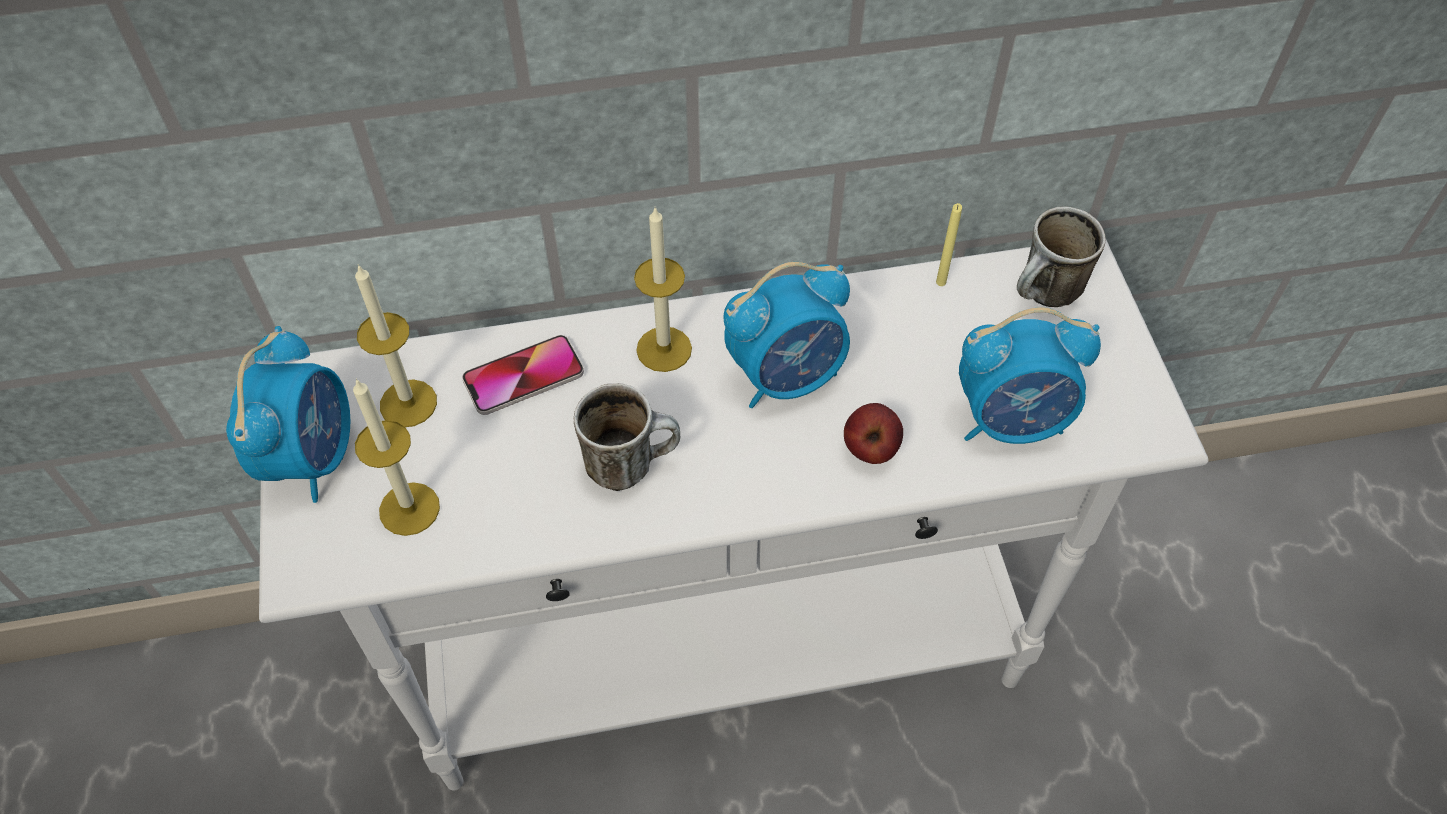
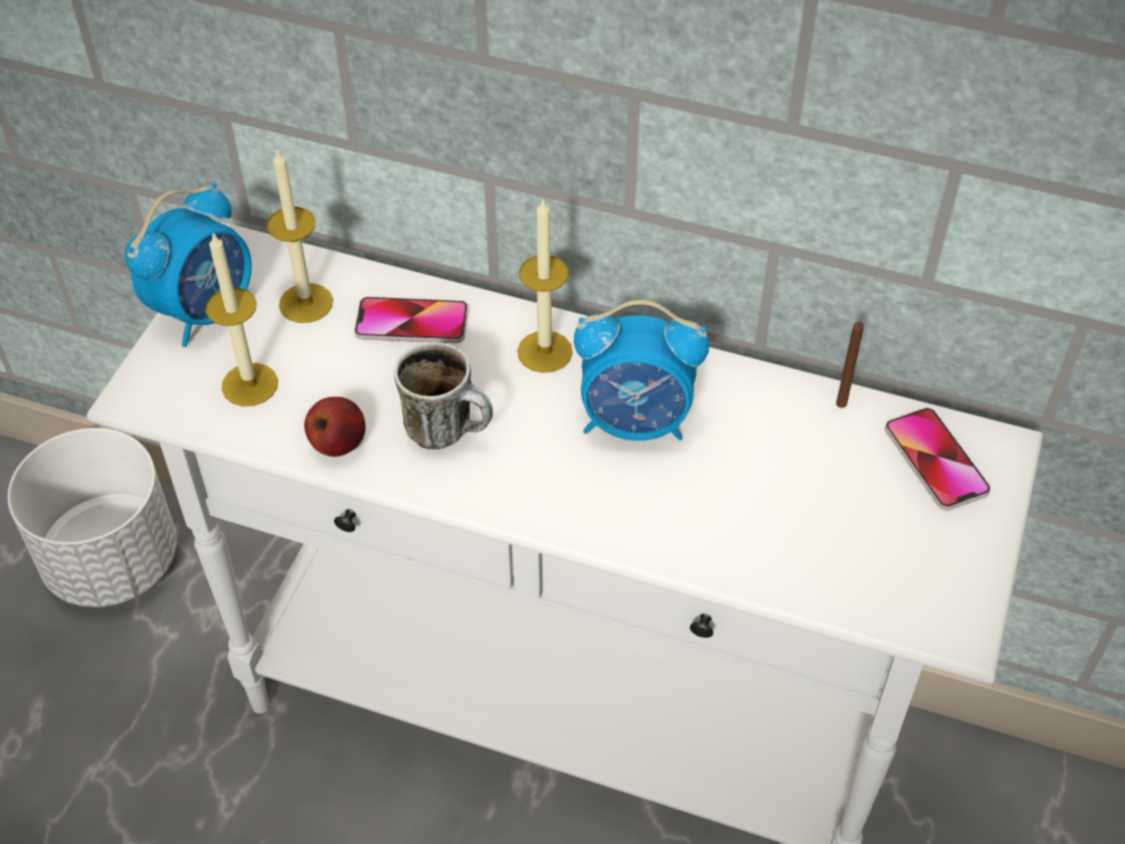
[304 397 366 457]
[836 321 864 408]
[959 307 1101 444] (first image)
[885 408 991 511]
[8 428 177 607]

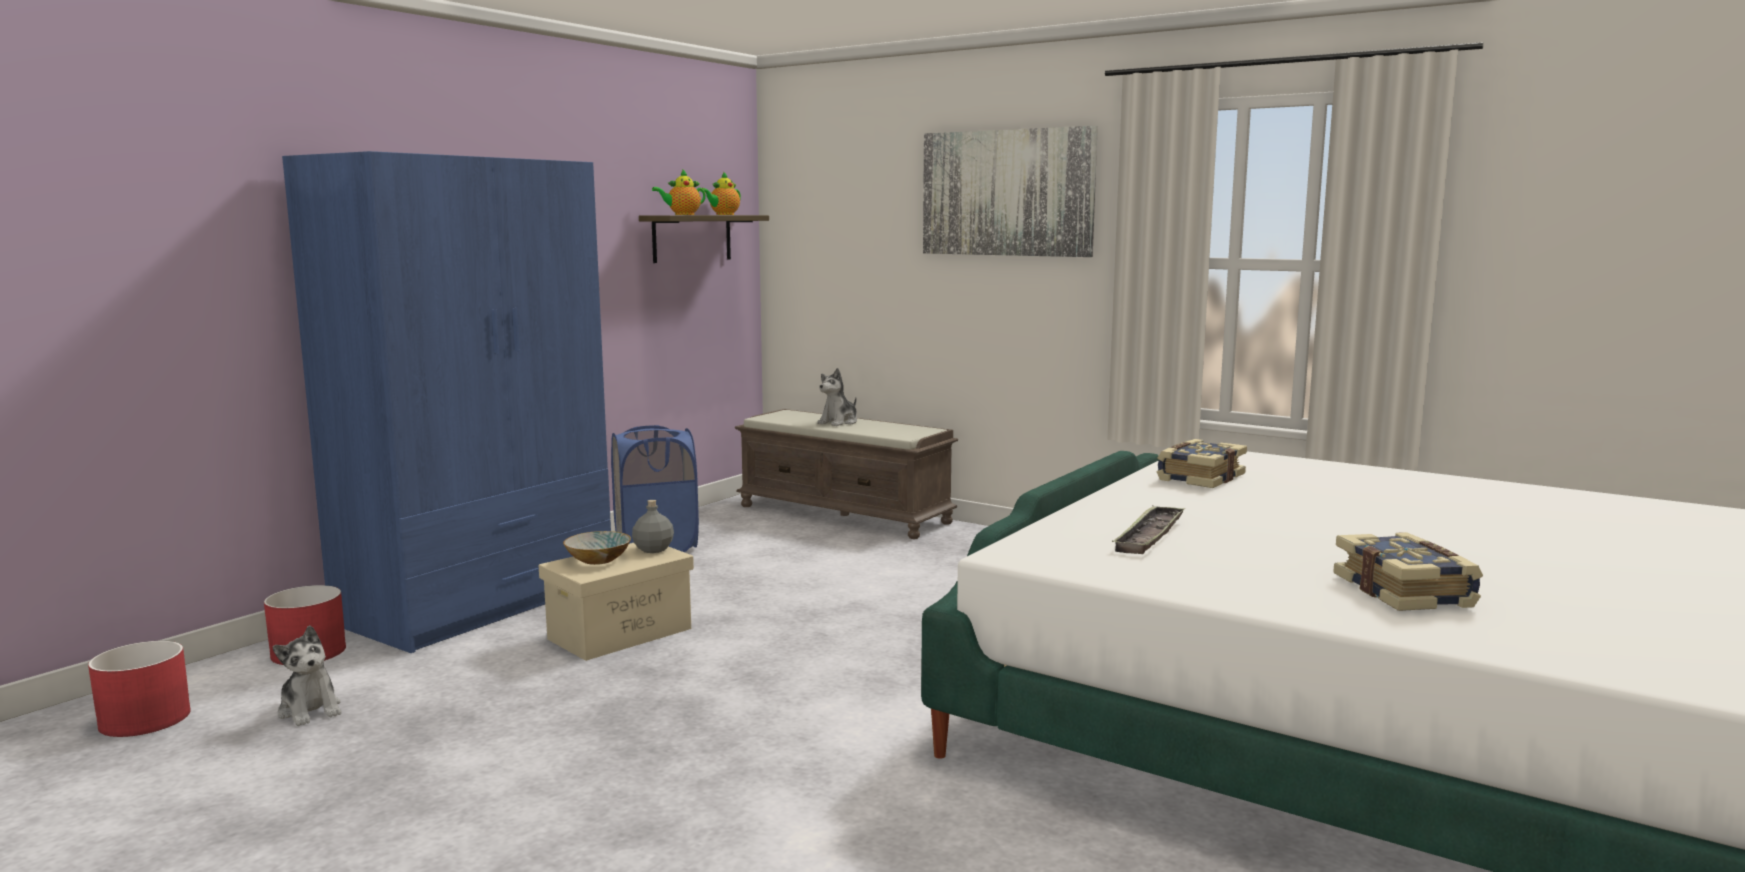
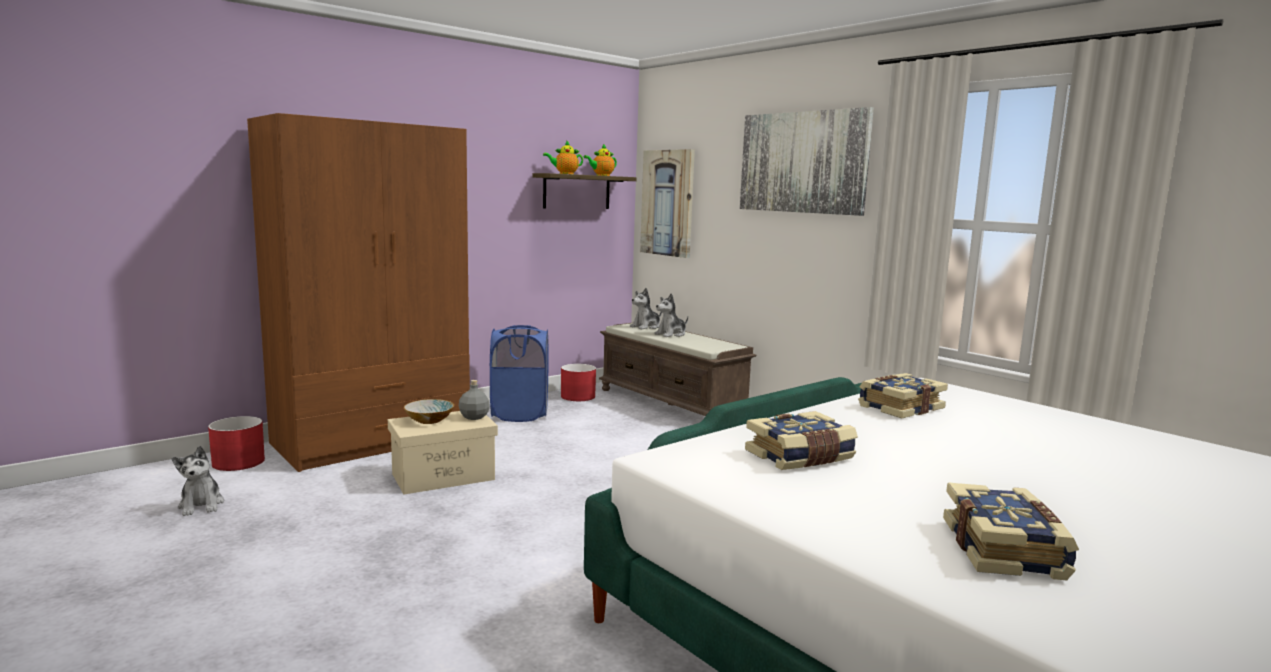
[561 364 596 401]
[247 113 470 472]
[745 411 858 470]
[630 288 662 330]
[640 149 695 258]

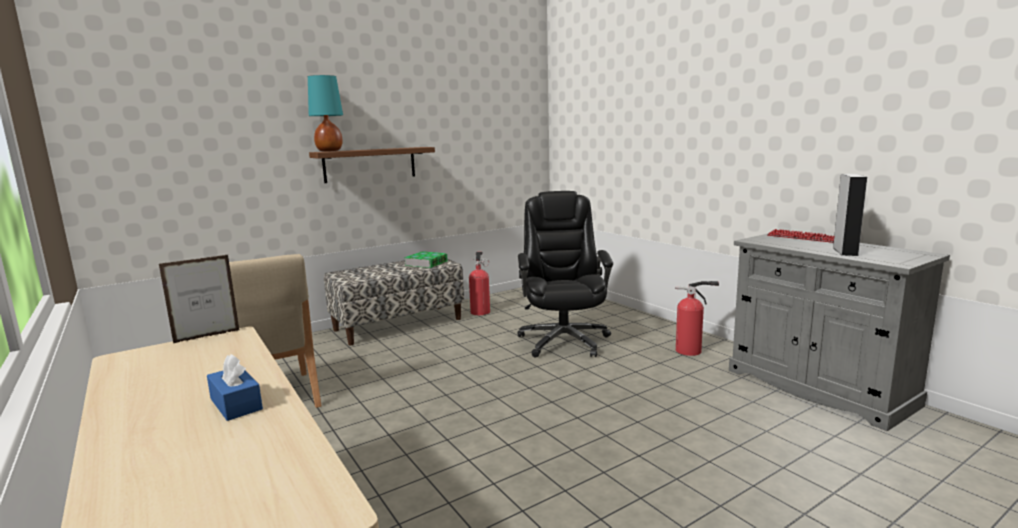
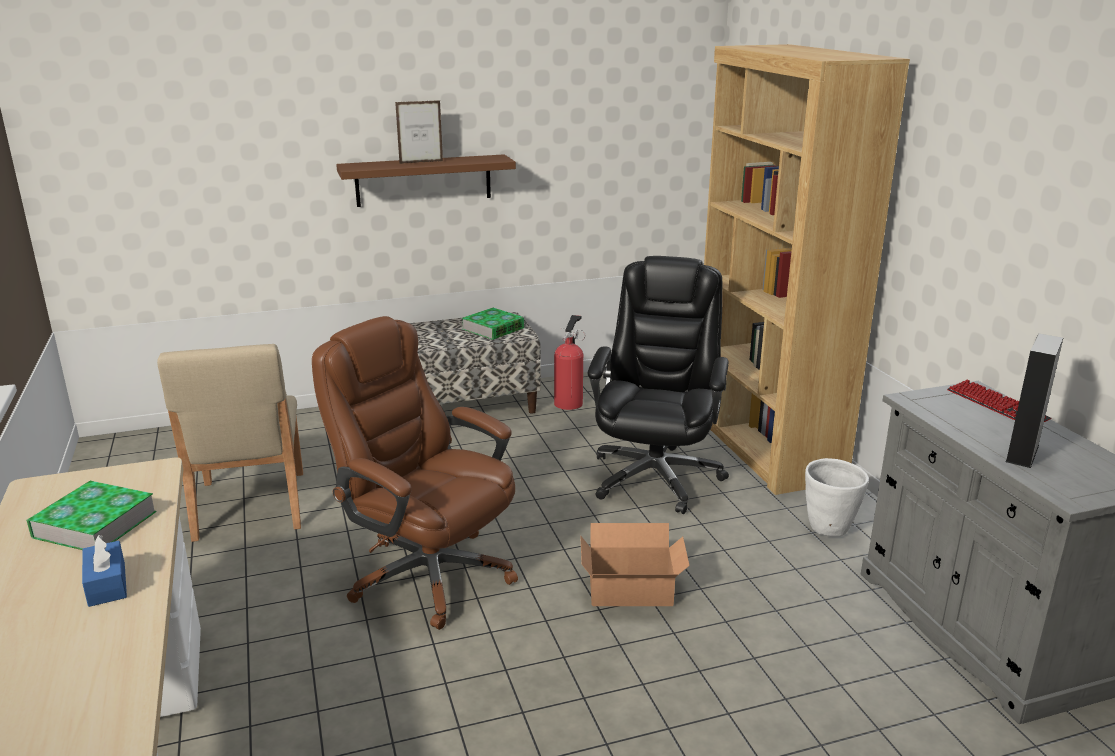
[395 100 443 164]
[308 75 343 152] (first image)
[805 458 869 537]
[26 481 157 550]
[312 316 518 630]
[580 523 690 606]
[704 44 910 495]

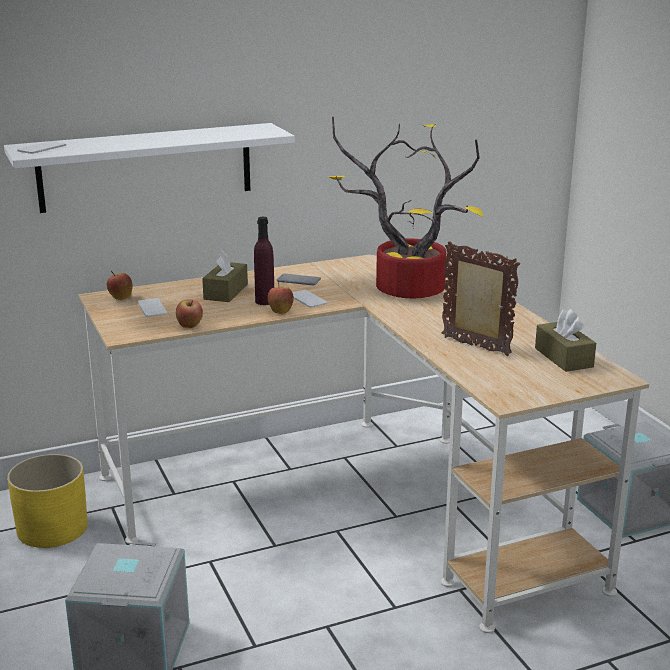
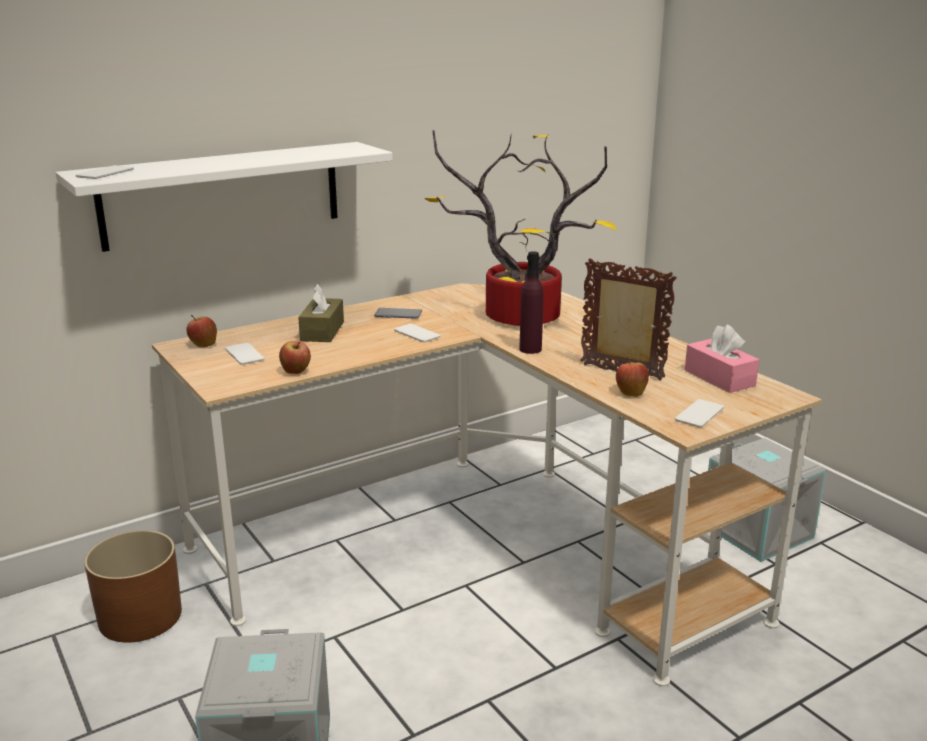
[84 530 182 643]
[519 251 543 354]
[616 356 649 397]
[685 324 759 393]
[675 399 724 427]

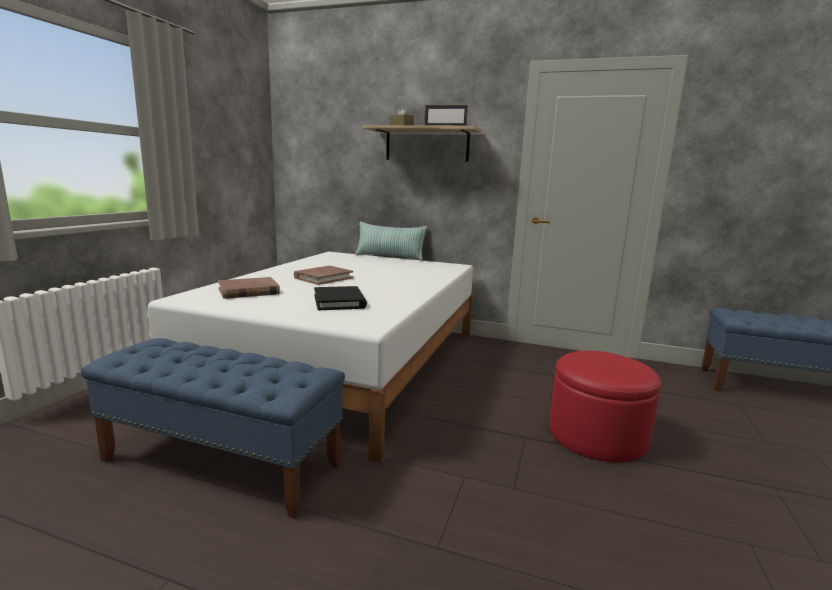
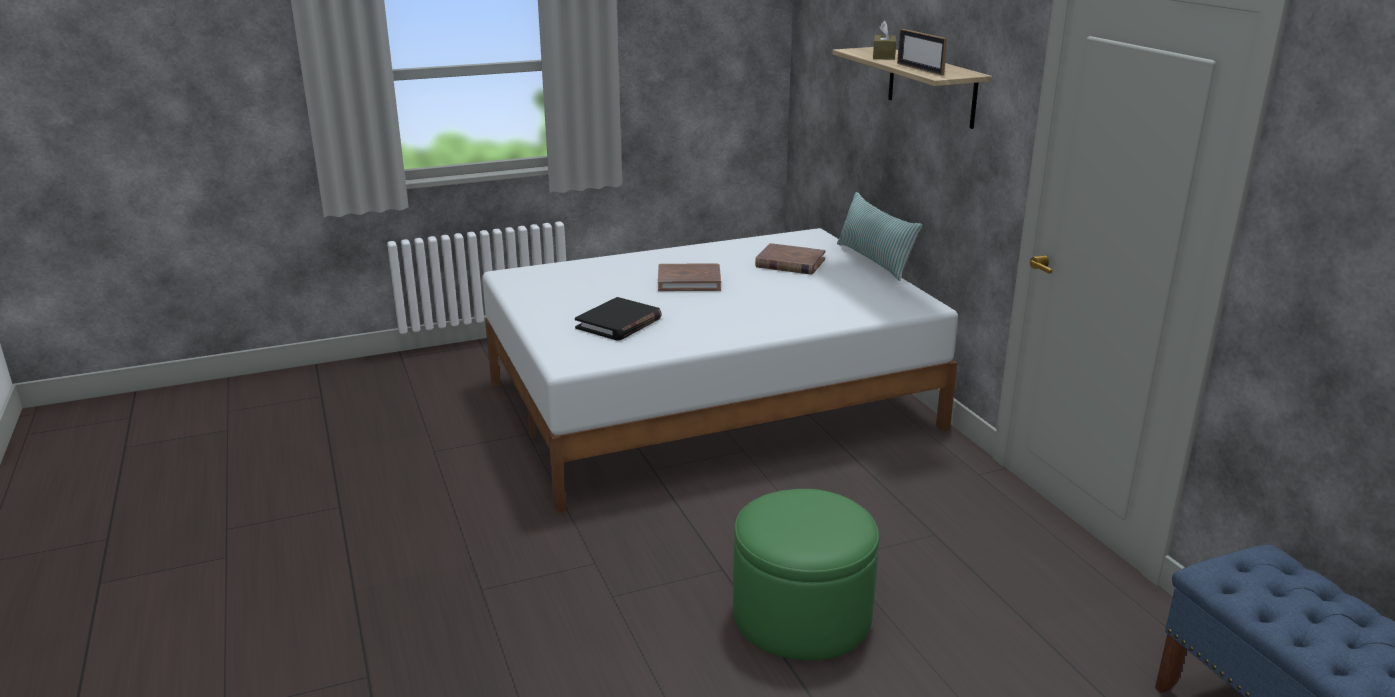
[81 338 345 519] (first image)
[755 243 826 275]
[733 489 879 660]

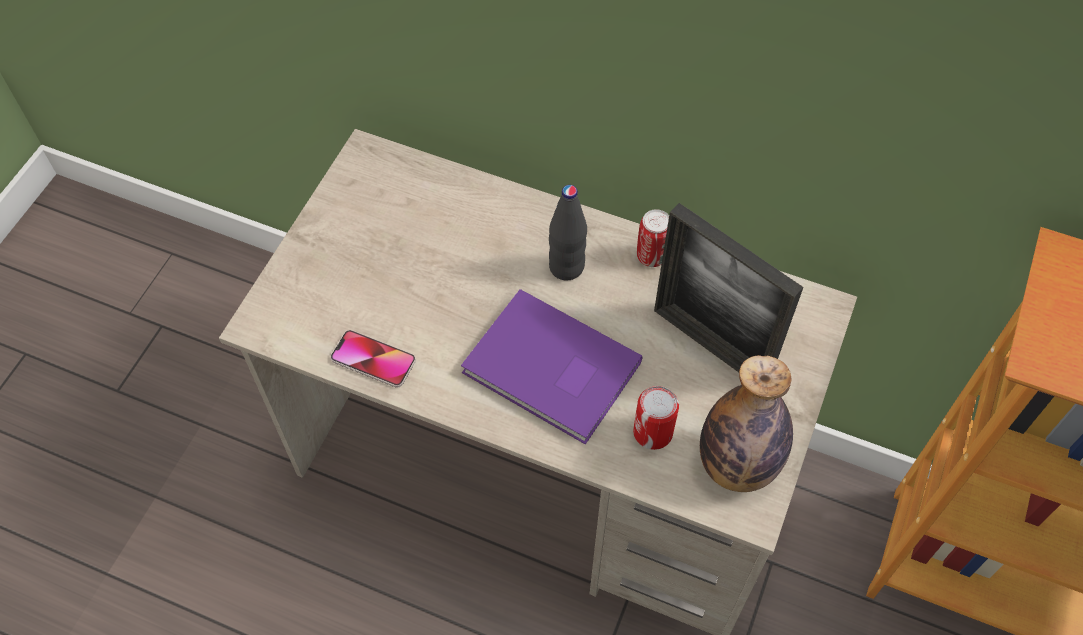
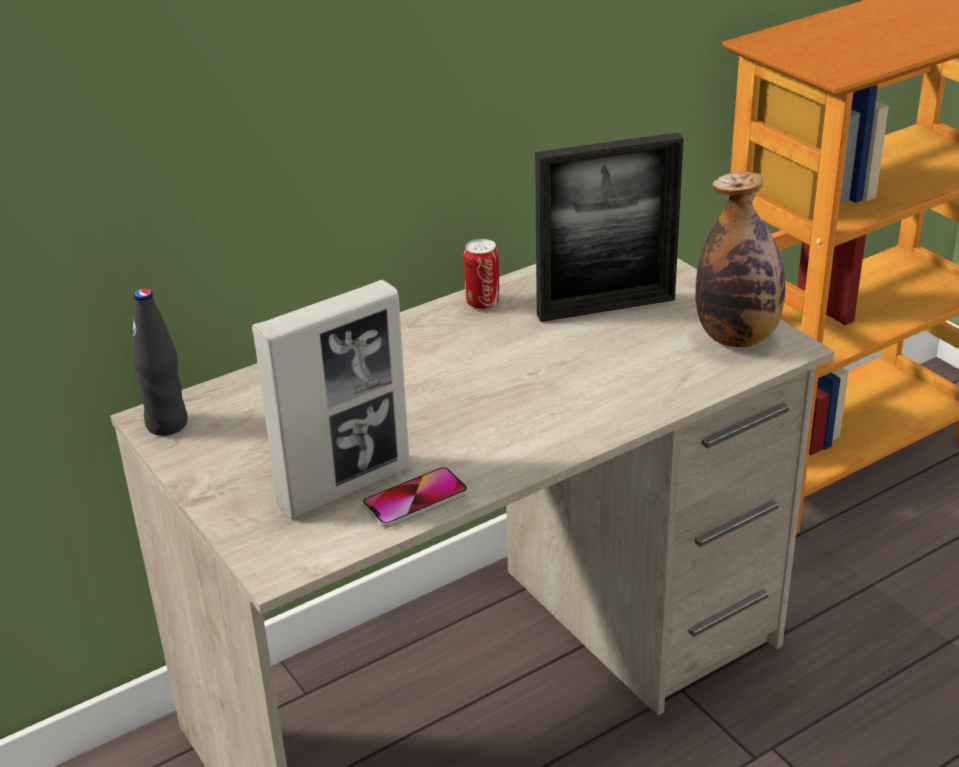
[461 289 643 444] (first image)
[132 288 187 436]
[633 386 679 450] (first image)
[252 280 410 518]

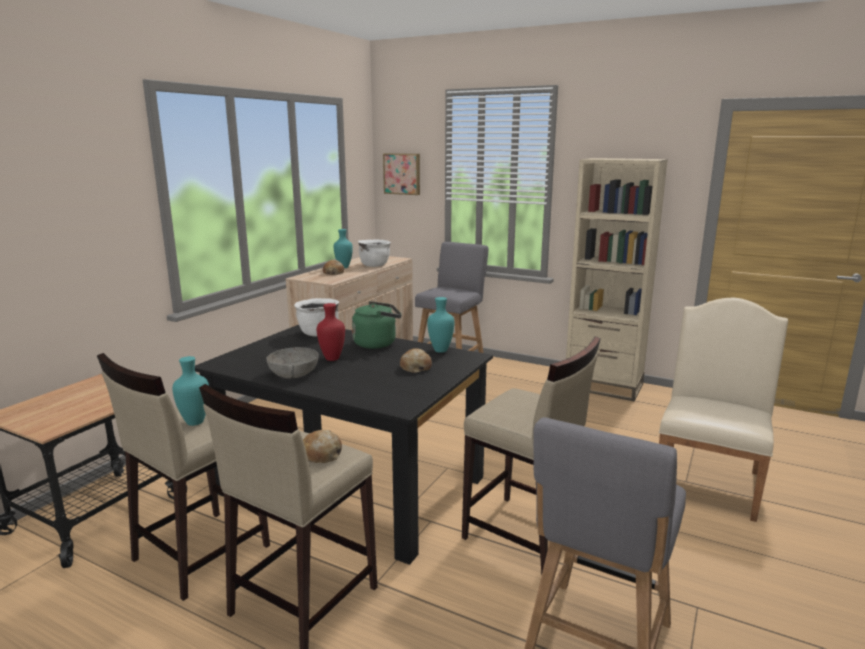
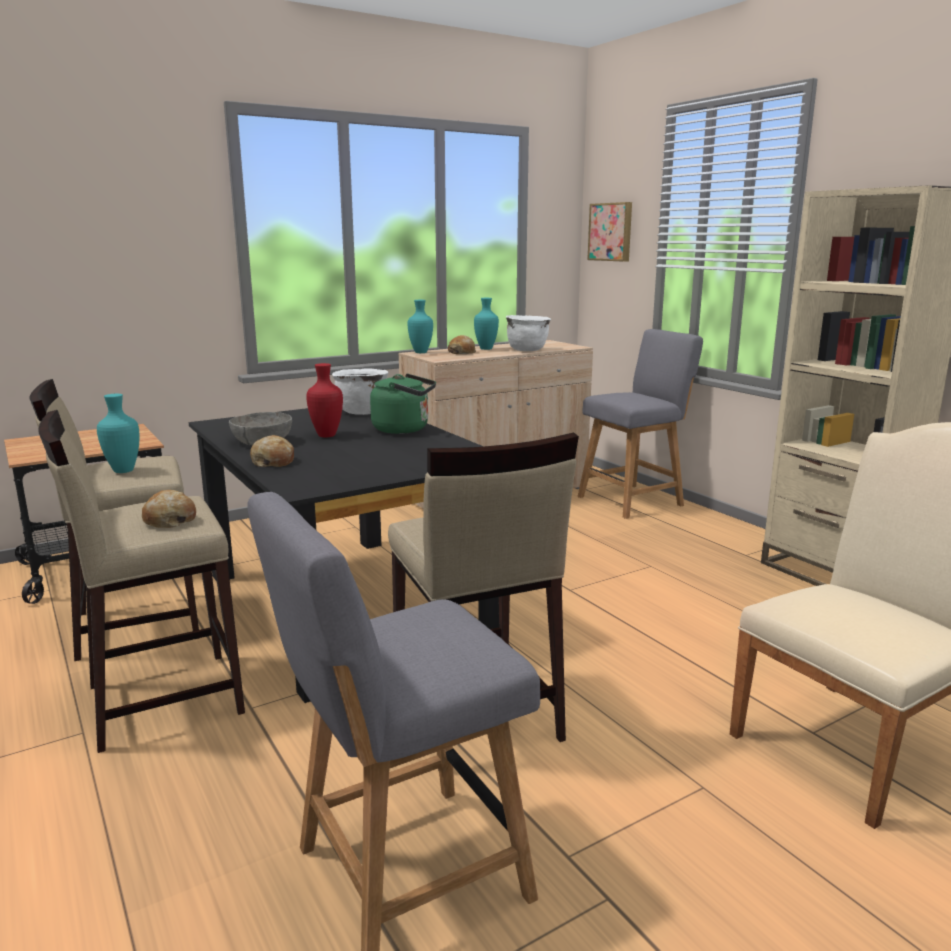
[250 435 294 467]
[407 300 433 353]

